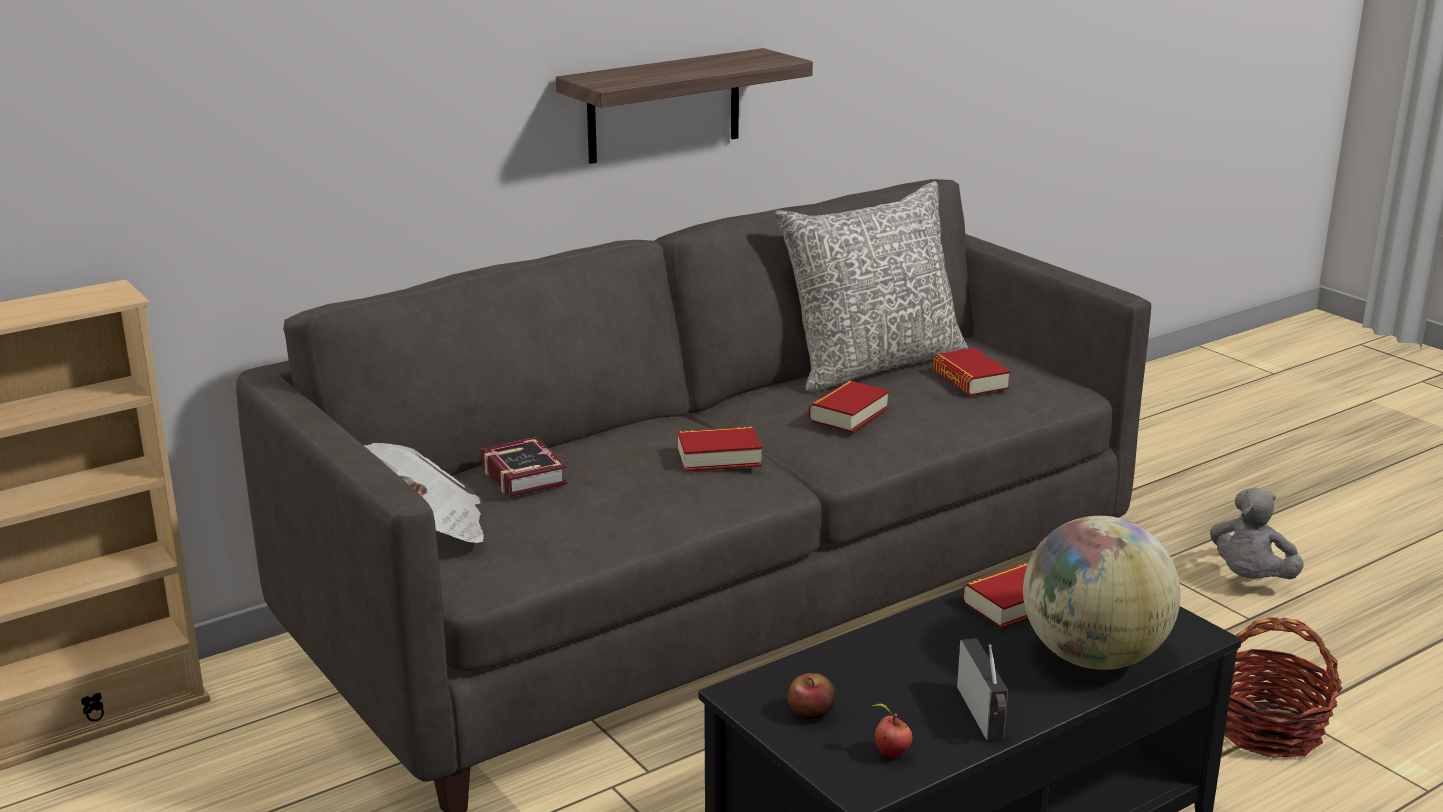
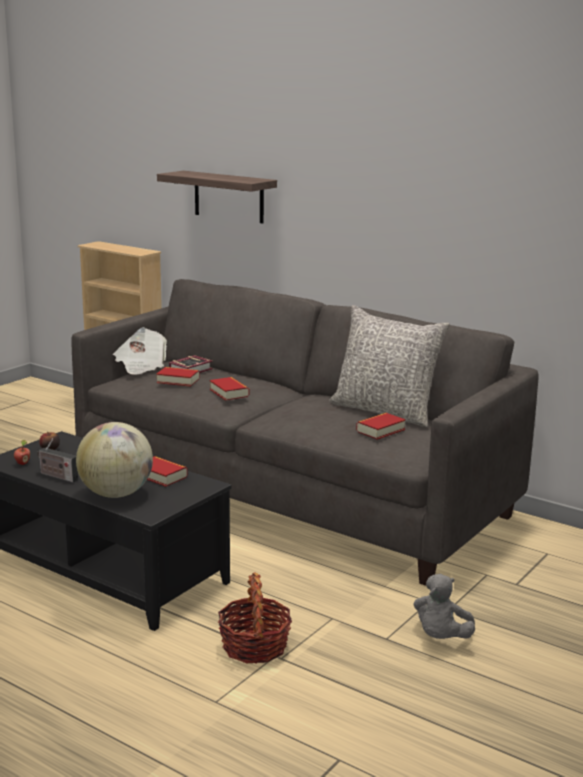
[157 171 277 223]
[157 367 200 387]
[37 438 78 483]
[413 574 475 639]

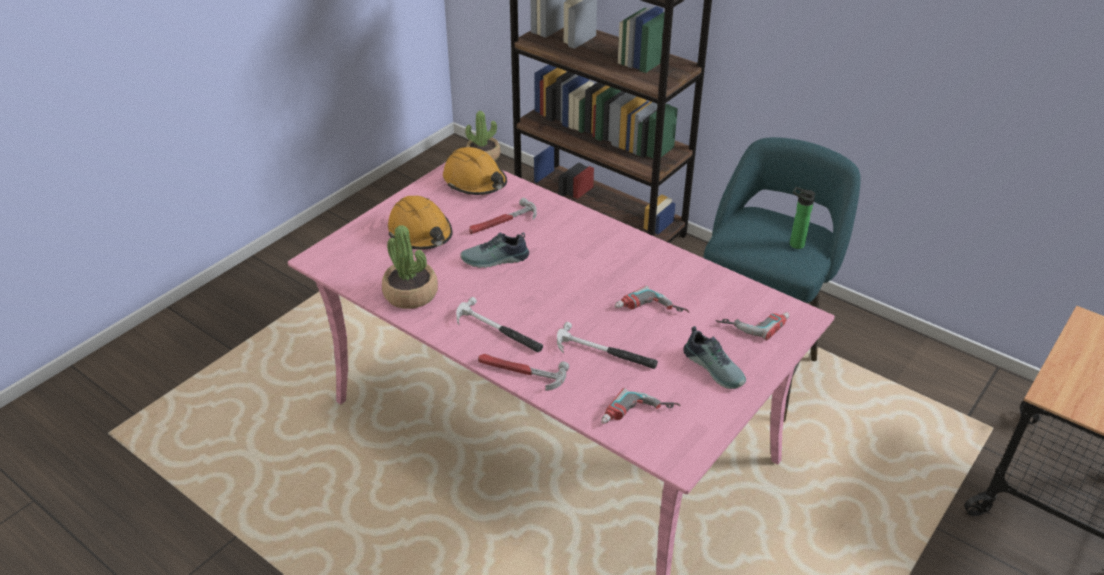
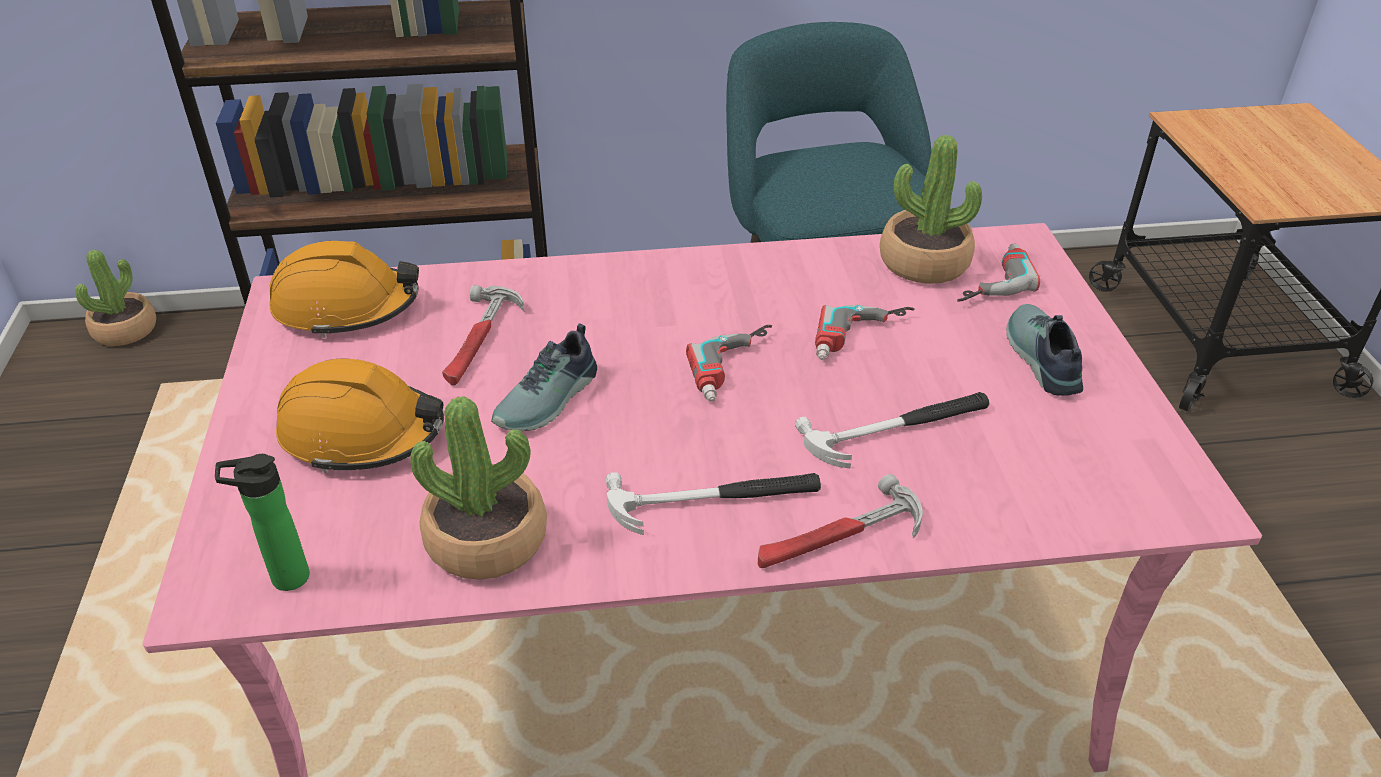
[686 325 772 402]
[1006 304 1083 396]
[215 454 310 591]
[880 135 982 284]

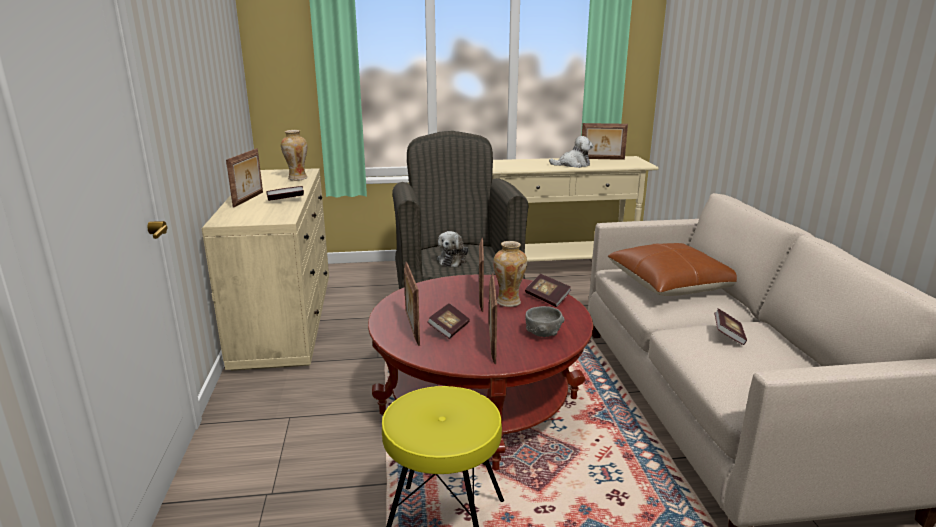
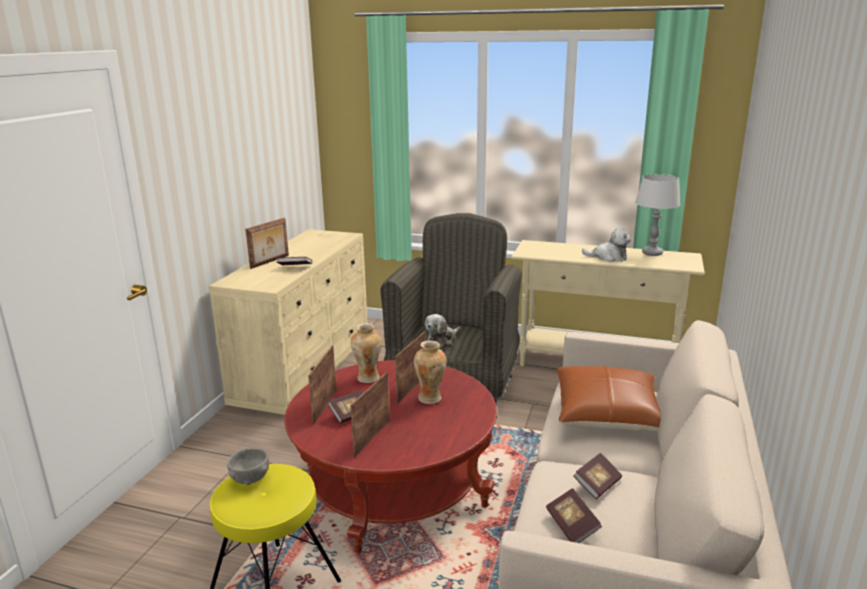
[351 323 381 383]
[546 488 602 543]
[227 448 269 485]
[635 174 680 256]

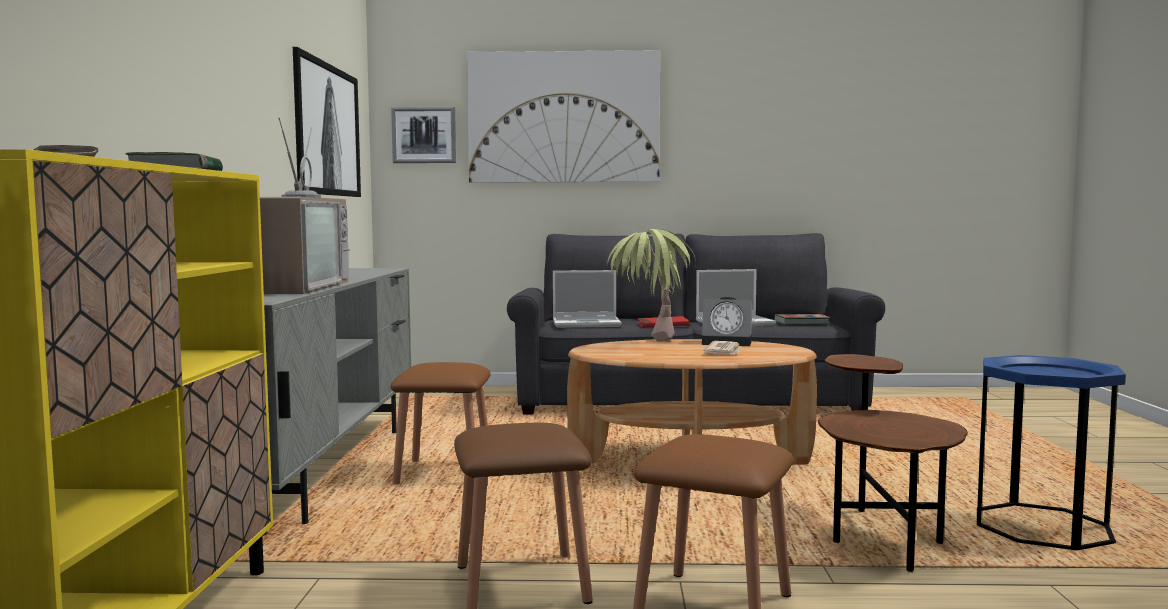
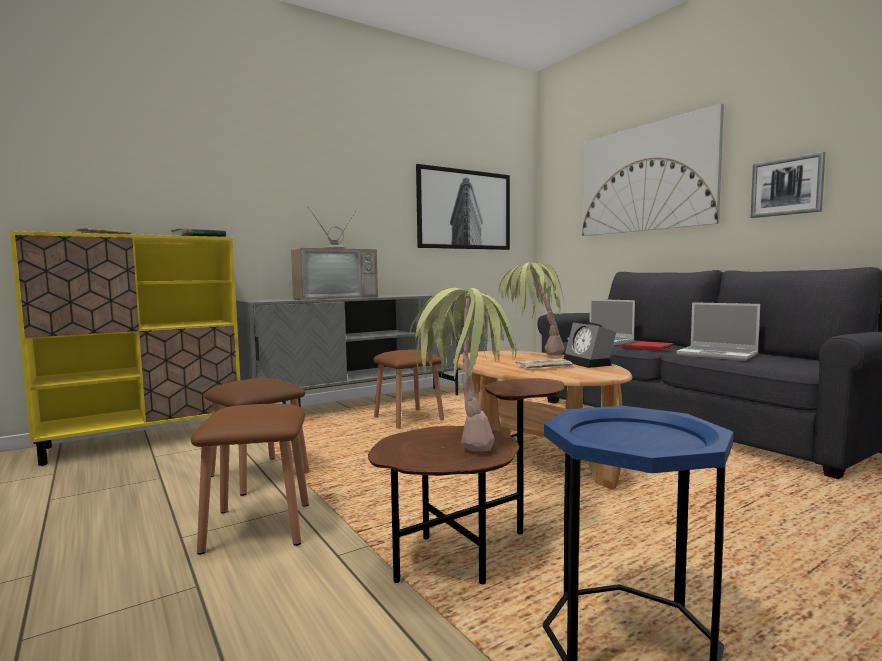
[751 152 825 218]
[774 314 830 325] (first image)
[410 288 517 451]

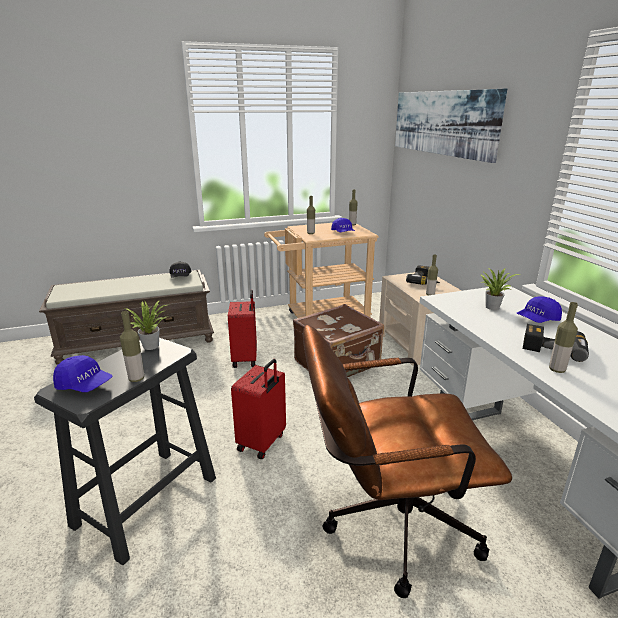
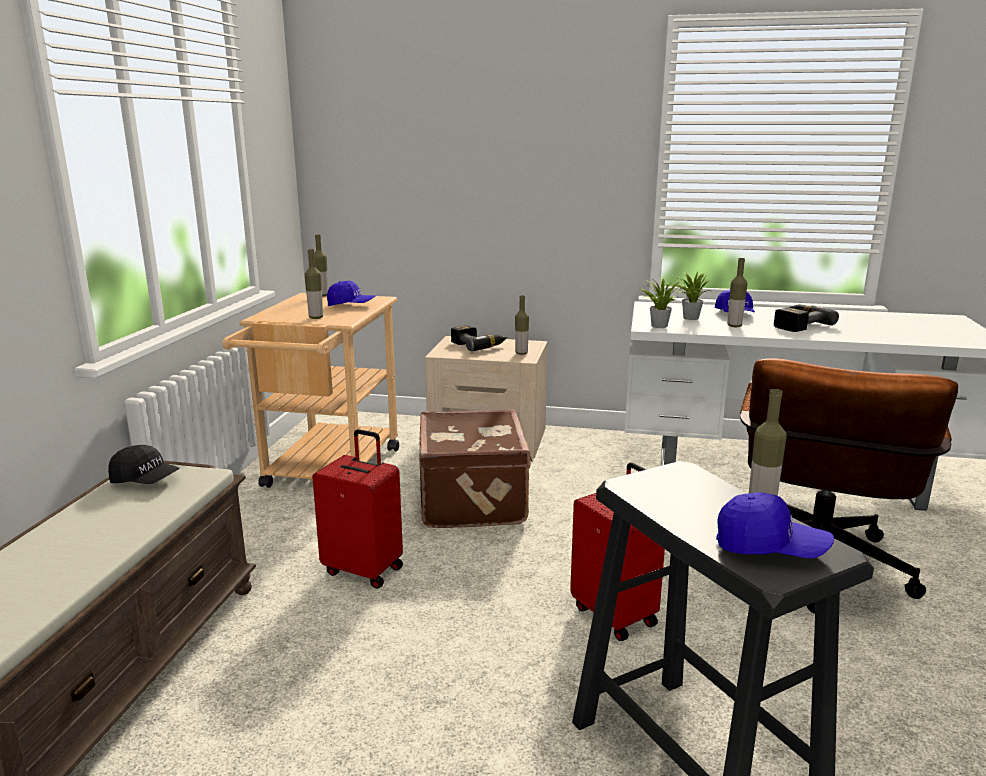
[716 492 834 558]
[638 278 683 328]
[395 89 507 163] (first image)
[727 258 747 327]

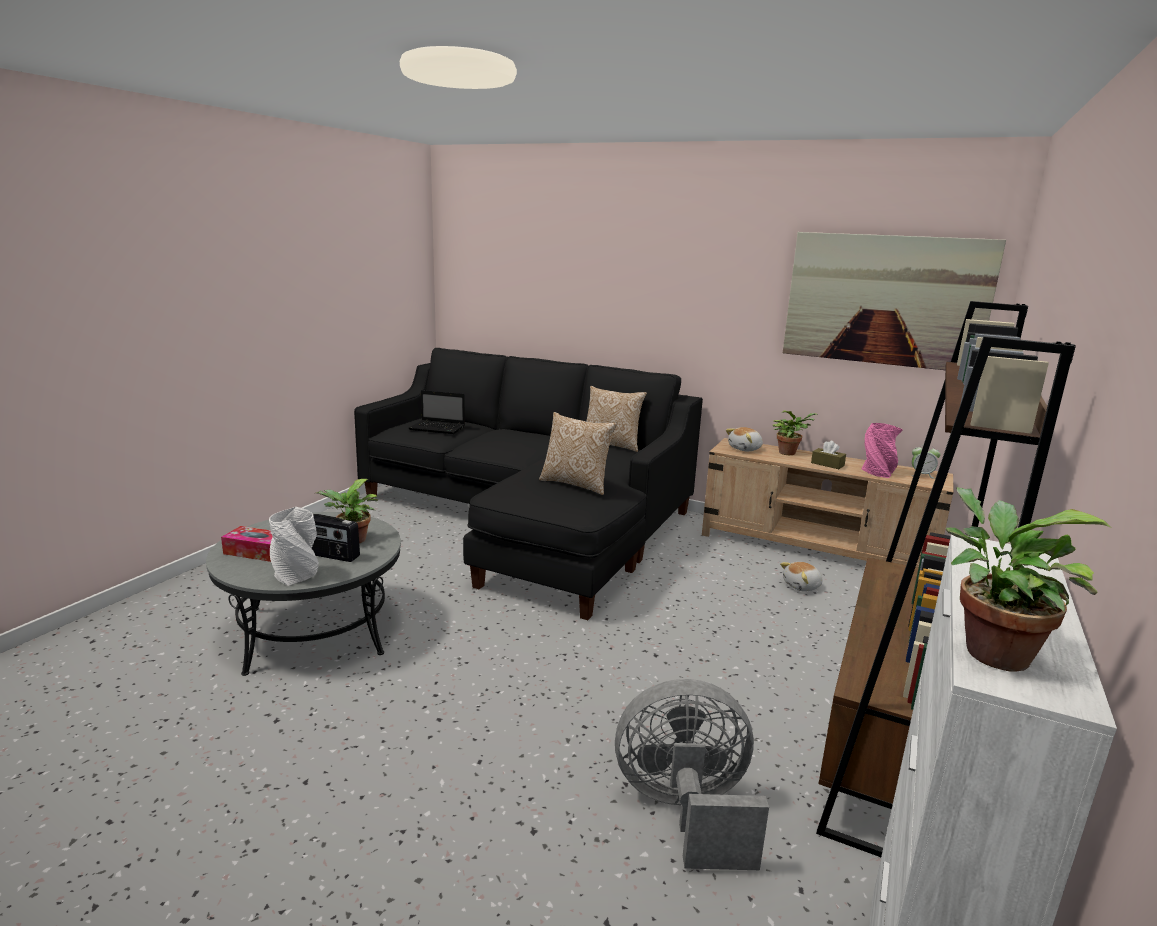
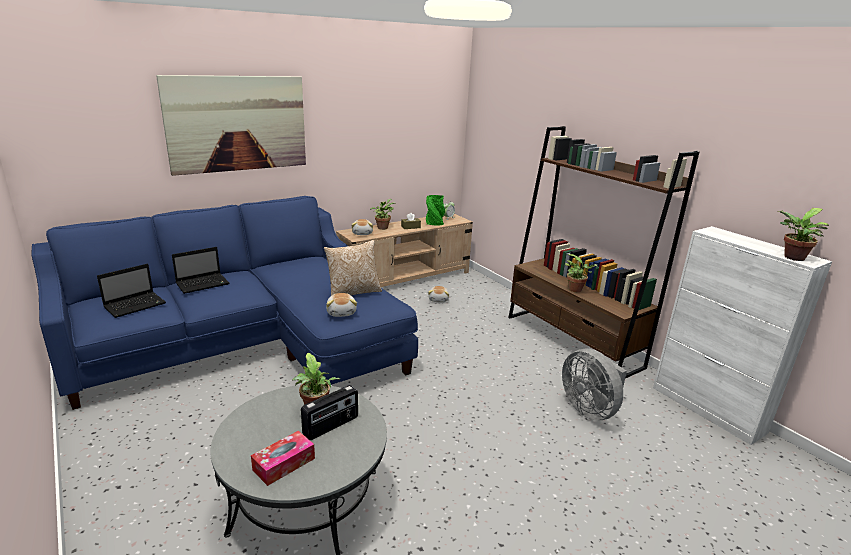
[269 507 319 586] (first image)
[31 196 418 410]
[586 386 647 452] (first image)
[562 349 627 420]
[156 75 306 176]
[426 195 445 226]
[172 247 229 294]
[326 293 357 317]
[565 254 597 292]

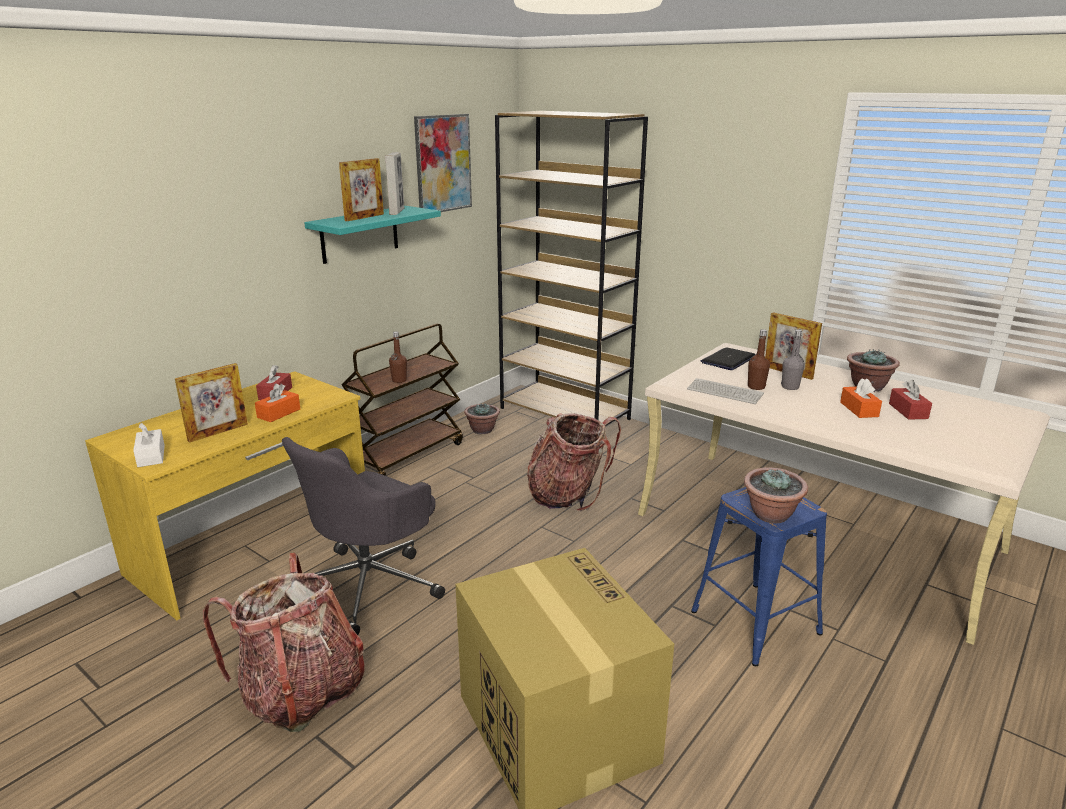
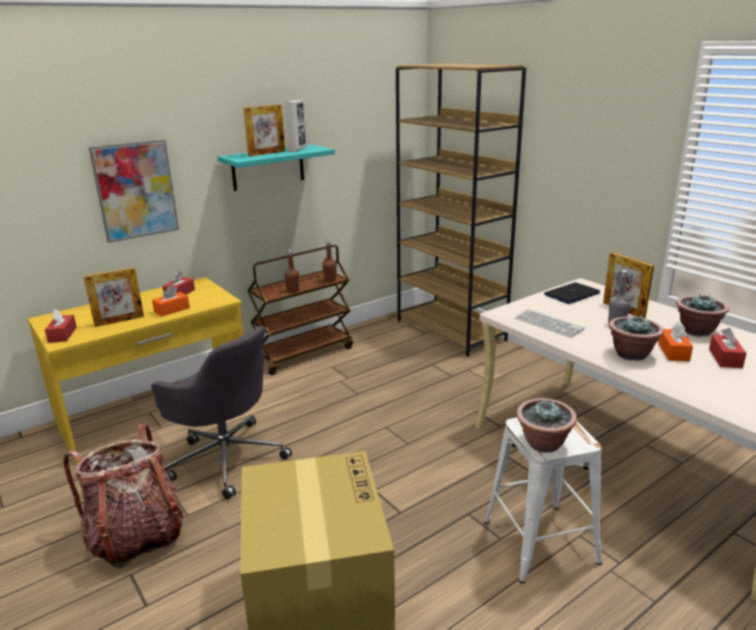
[45 309 77 343]
[151 326 292 500]
[89 139 179 243]
[609 315 664 361]
[527 413 621 511] (first image)
[484 417 602 583]
[322 241 337 282]

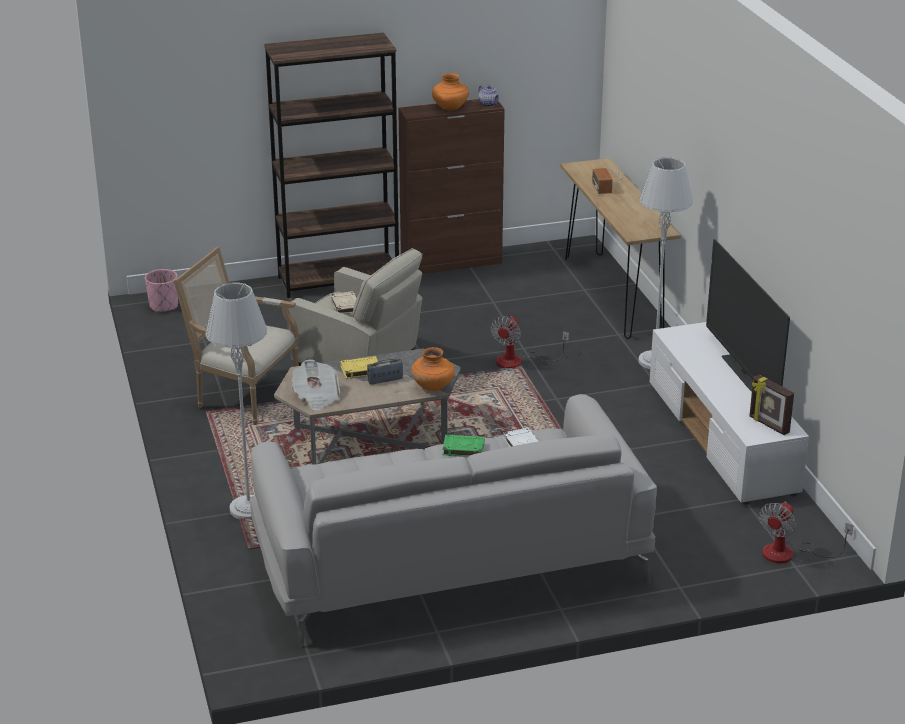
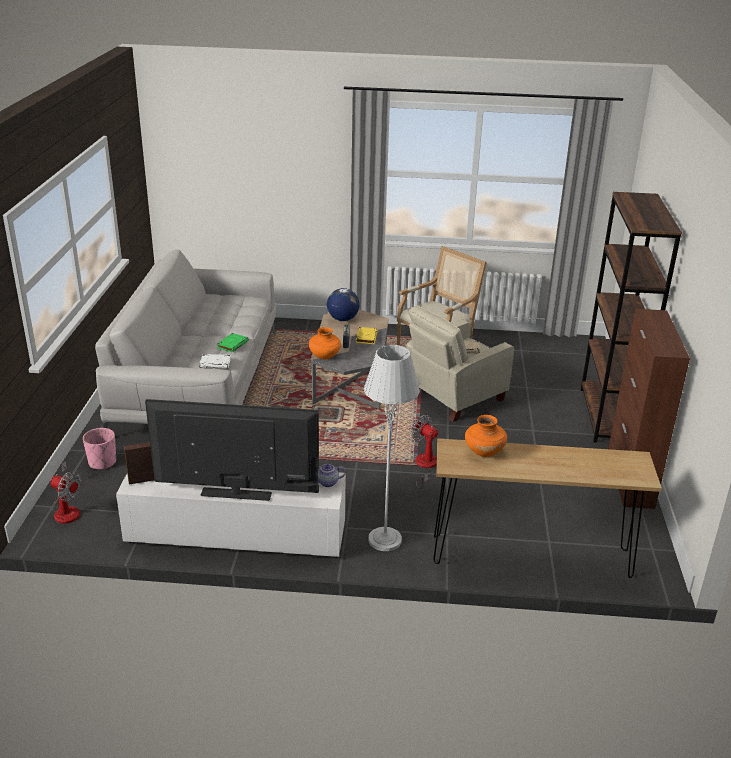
[83 428 116 469]
[205 282 267 519] (first image)
[327 288 360 321]
[465 415 507 457]
[319 464 346 487]
[592 168 624 194] (first image)
[50 461 82 524]

